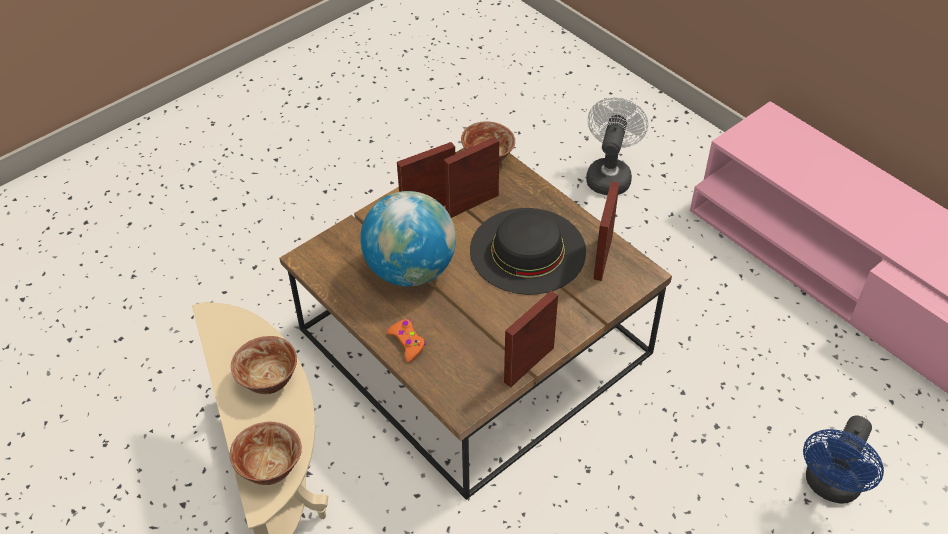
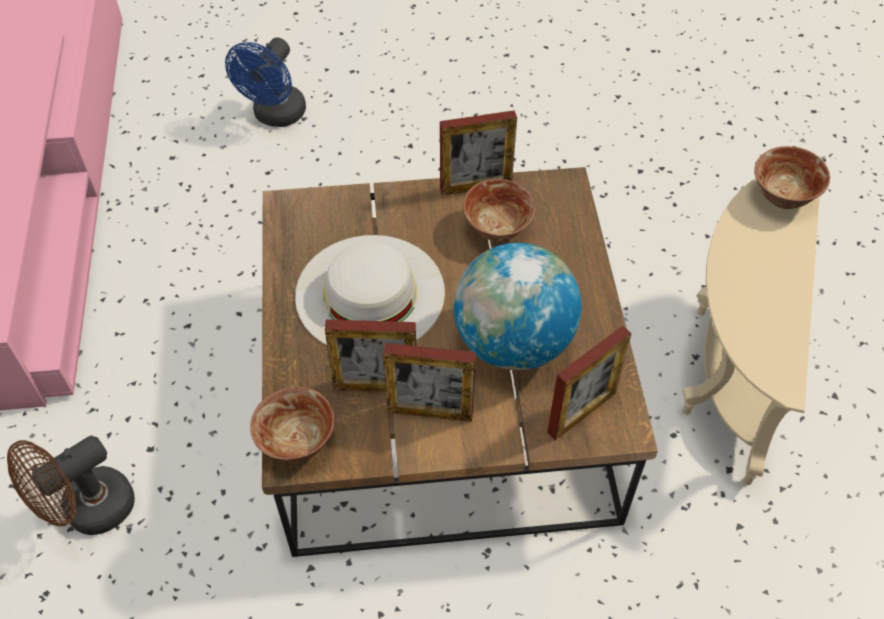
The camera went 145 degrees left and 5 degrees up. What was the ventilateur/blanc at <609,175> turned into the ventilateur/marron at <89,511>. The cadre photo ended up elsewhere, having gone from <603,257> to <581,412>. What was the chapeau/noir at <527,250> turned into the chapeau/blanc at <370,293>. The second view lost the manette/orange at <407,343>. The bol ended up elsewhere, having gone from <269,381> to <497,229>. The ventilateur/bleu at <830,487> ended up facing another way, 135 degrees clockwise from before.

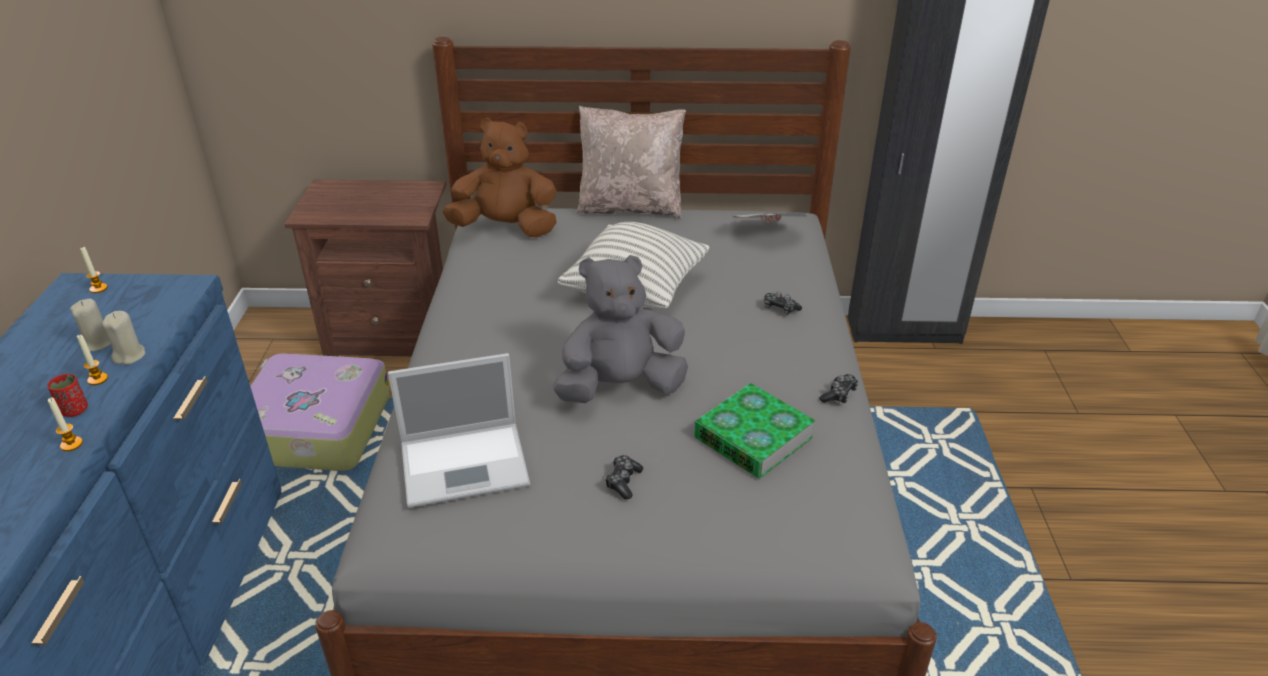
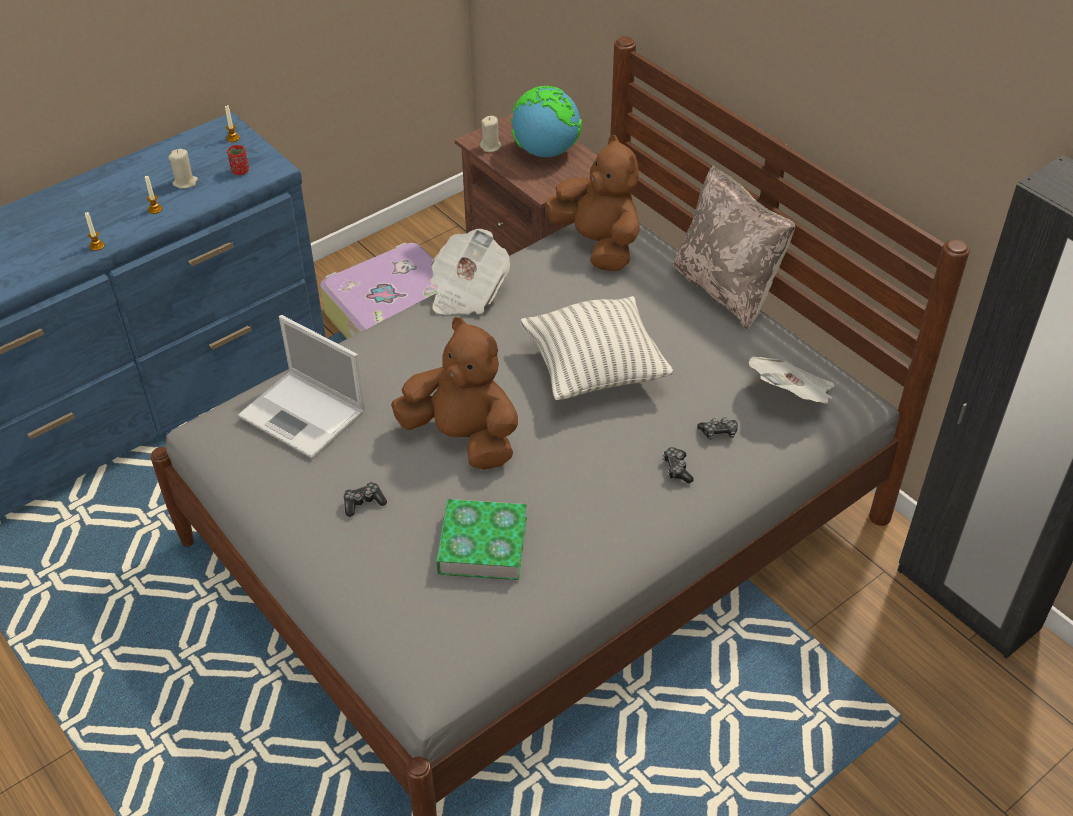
The camera went 50 degrees right and 10 degrees up. What was the peluche/gris at <620,387> turned into the peluche/marron at <463,438>. The bougie/beige ended up elsewhere, having gone from <130,356> to <491,146>. The tasse/rouge ended up elsewhere, having gone from <74,410> to <240,171>. The manette ended up elsewhere, having gone from <839,394> to <718,432>. The second view gained the globe at <545,152>. The second view gained the journal at <467,292>.

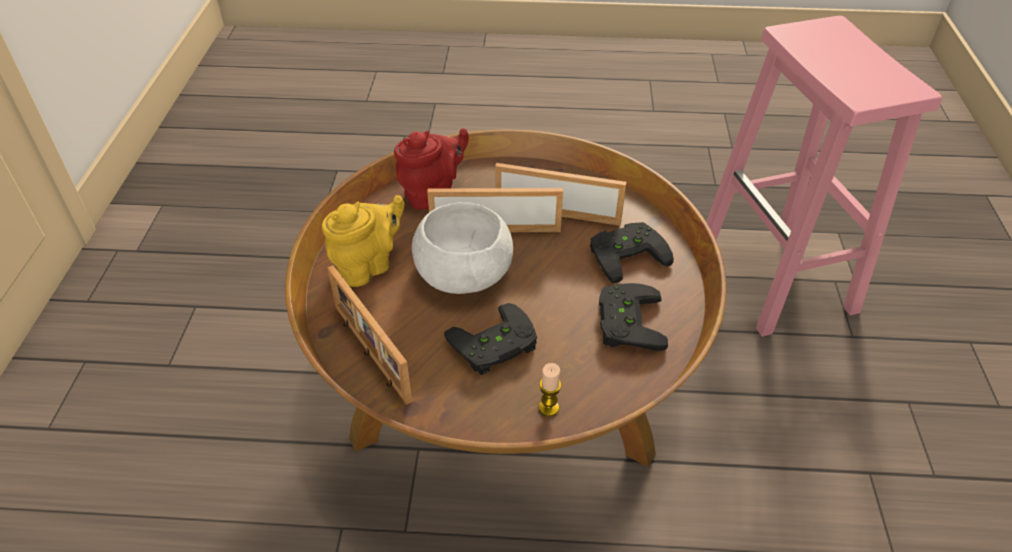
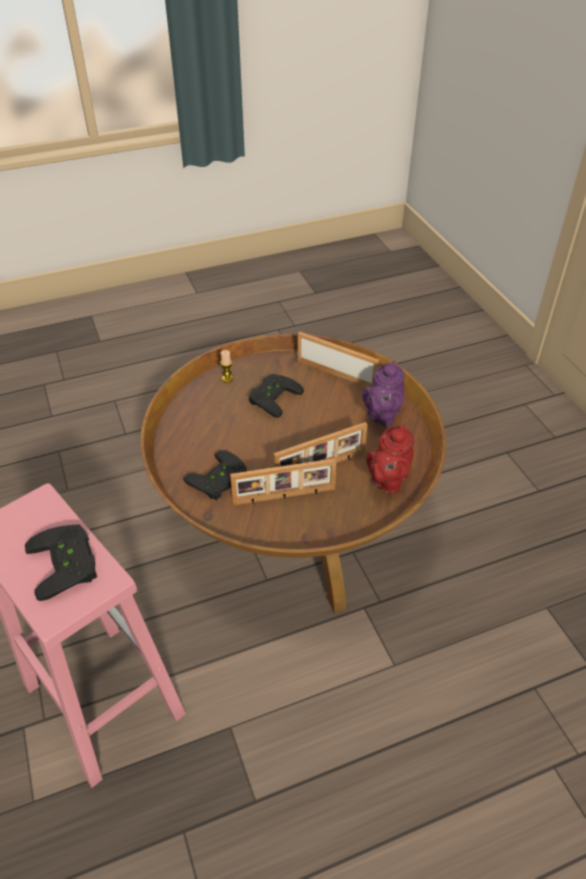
The camera went 155 degrees right and 0 degrees up. What was the théière/jaune at <368,266> turned into the théière/violet at <381,415>. The second view lost the bol/blanc at <465,273>. The manette/noir ended up elsewhere, having gone from <625,321> to <68,563>.

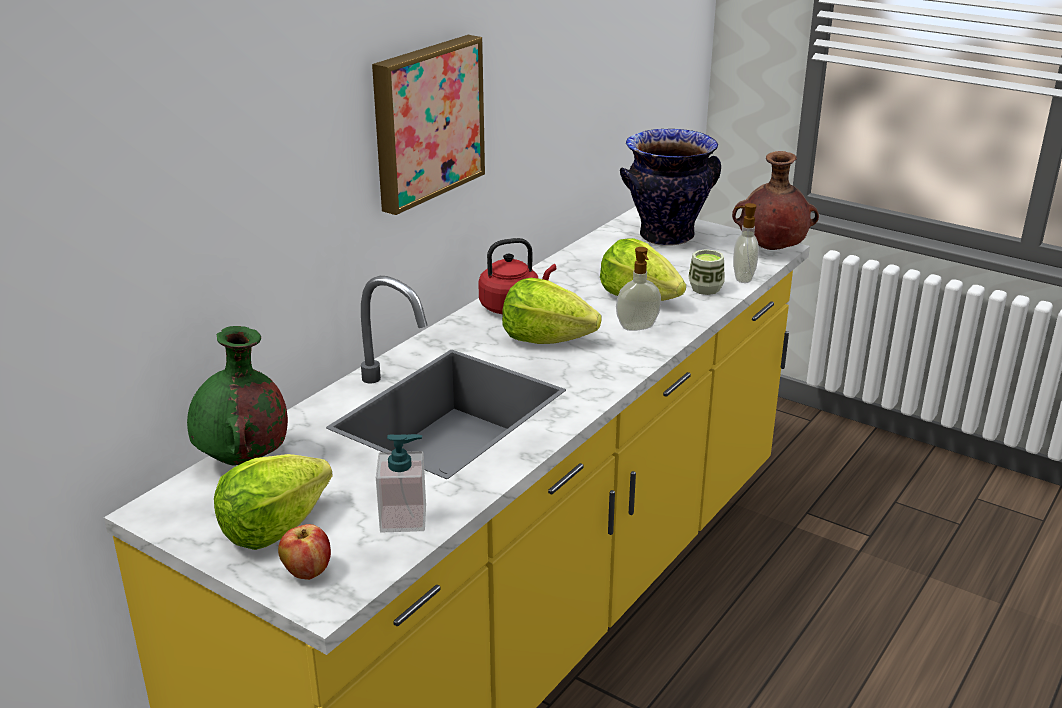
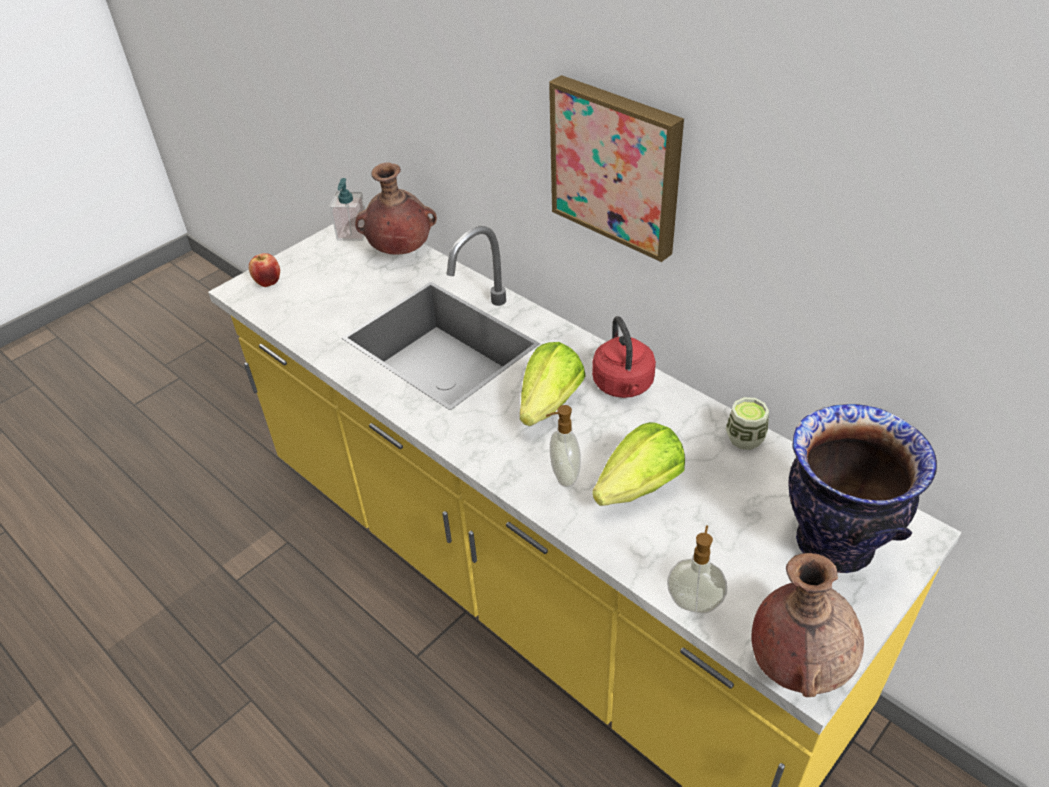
The camera went 100 degrees right and 15 degrees up. The tasse ended up elsewhere, having gone from <705,289> to <744,438>. What was the vase/vert at <244,460> turned into the vase/marron at <399,251>. The distributeur de savon ended up elsewhere, having gone from <403,518> to <352,233>. The second view lost the laitue at <274,527>.

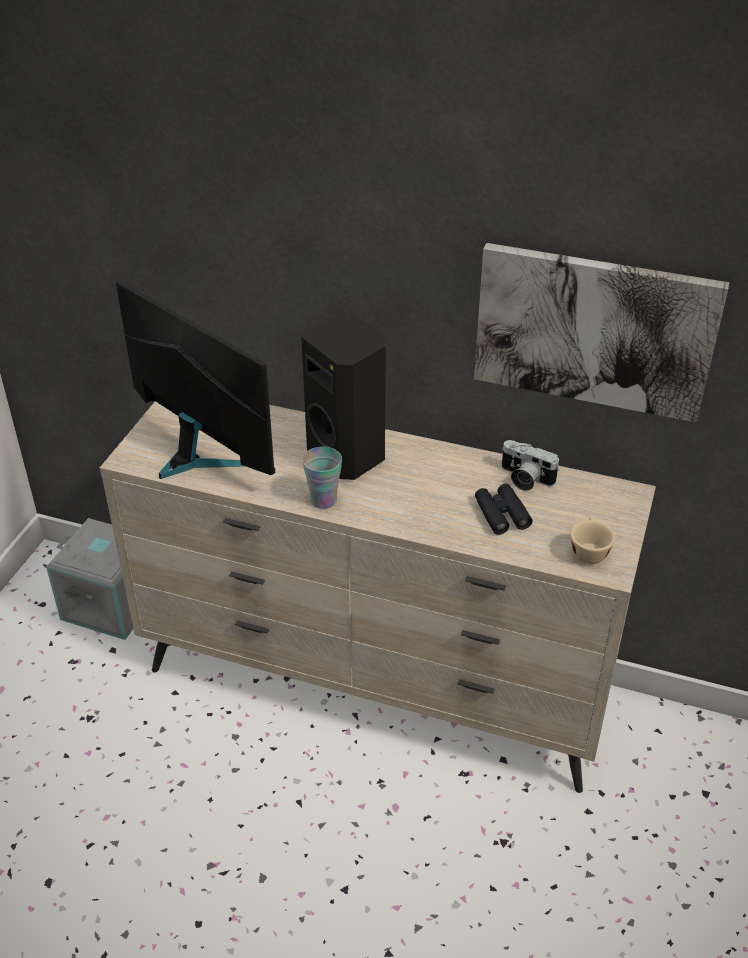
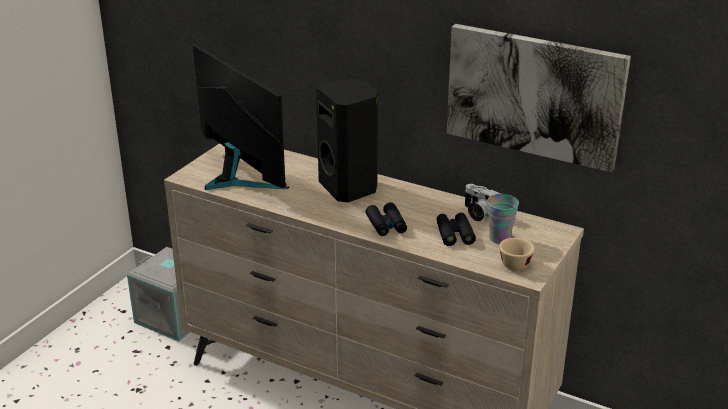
The camera went 10 degrees right and 10 degrees down. The tasse ended up elsewhere, having gone from <323,500> to <500,238>. The second view gained the jumelles/noir at <386,225>.

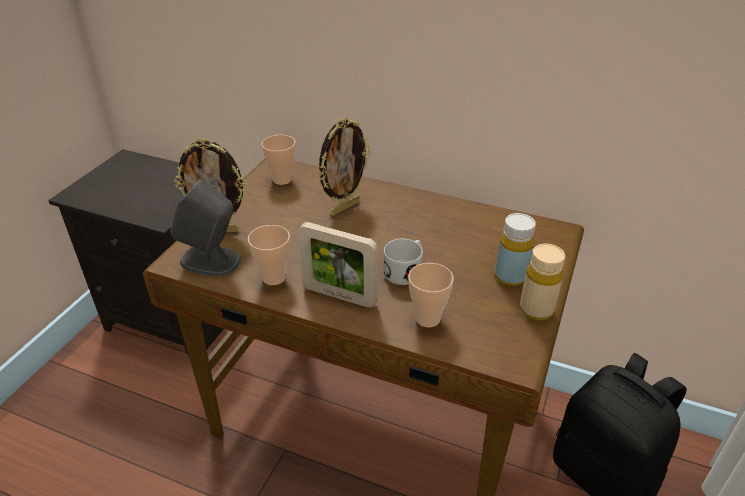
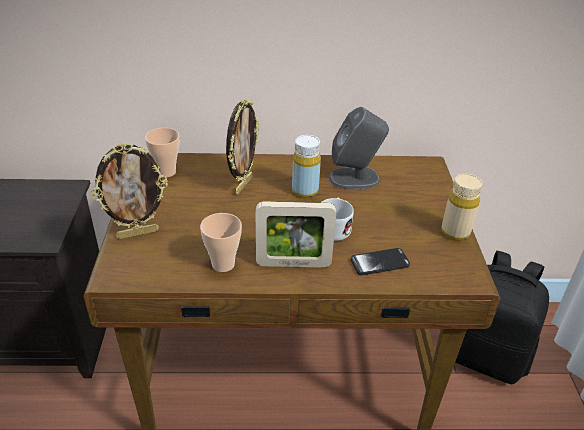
The camera went 25 degrees left and 0 degrees up. The enceinte/gris ended up elsewhere, having gone from <211,261> to <355,178>. The bouteille/jaune ended up elsewhere, having gone from <510,277> to <305,190>. Where the tasse stood at <427,318>, the téléphone came to stand at <379,263>.

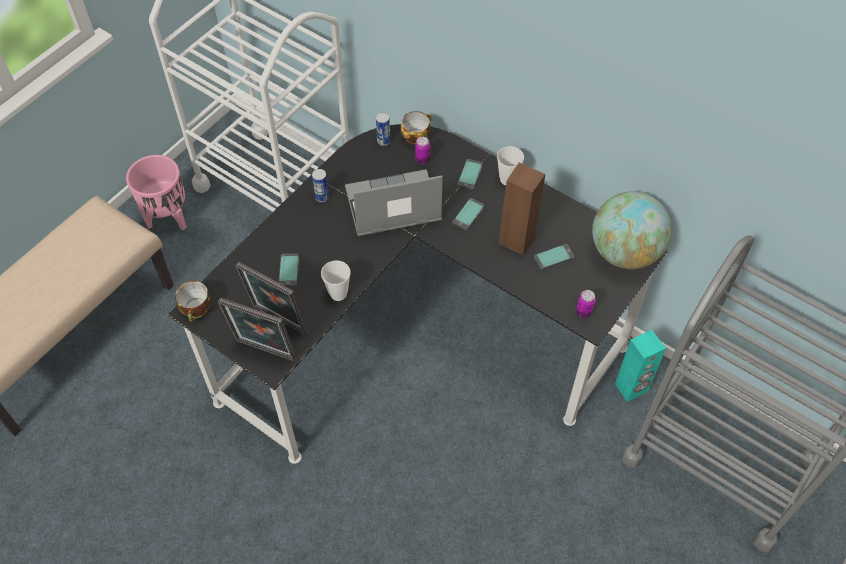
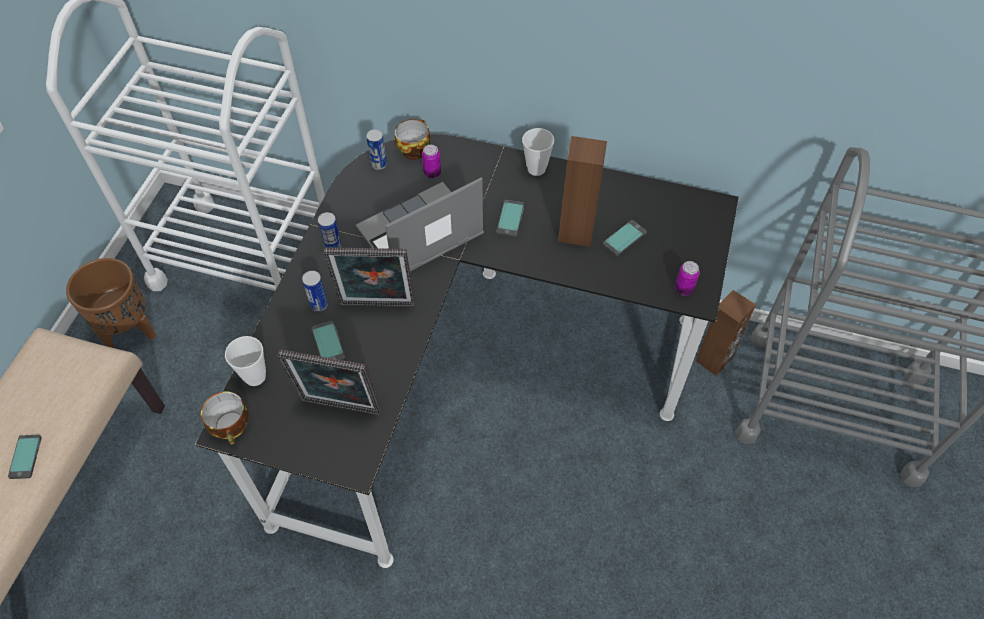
The camera went 20 degrees left and 0 degrees up. What was the cache-pot/rose at <168,219> turned into the cache-pot/marron at <130,331>. The téléphone ended up elsewhere, having gone from <470,175> to <26,457>. The second view lost the globe at <625,252>. The tasse ended up elsewhere, having gone from <338,294> to <255,376>. The cadre photo ended up elsewhere, having gone from <264,352> to <377,307>. What was the enceinte/turquoise at <631,388> turned into the enceinte/marron at <714,360>. The second view gained the boîte métallique at <319,304>.

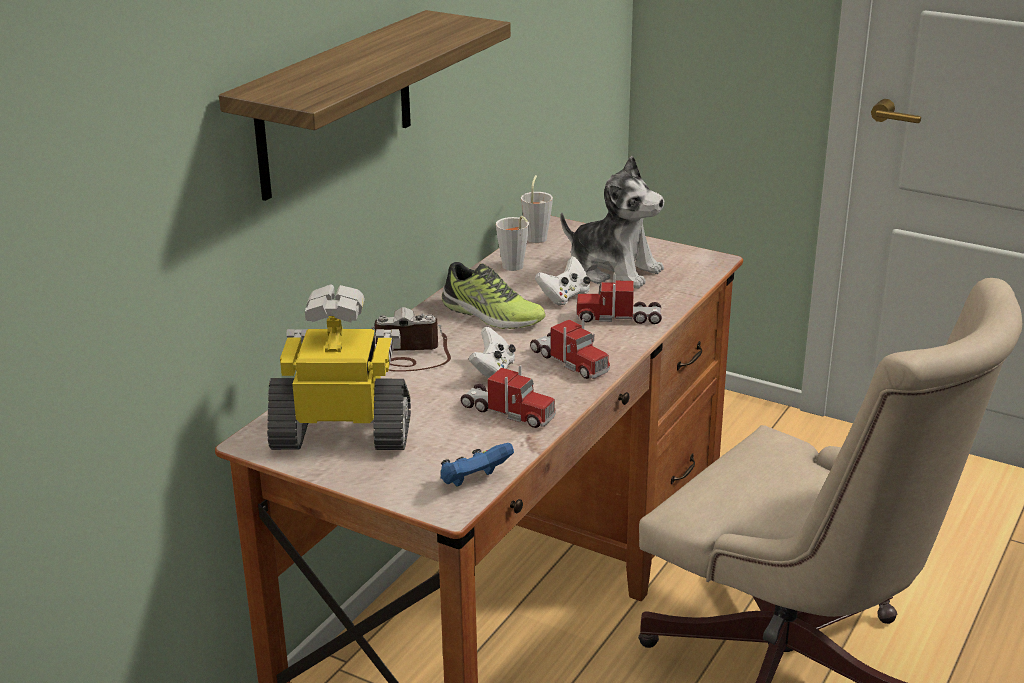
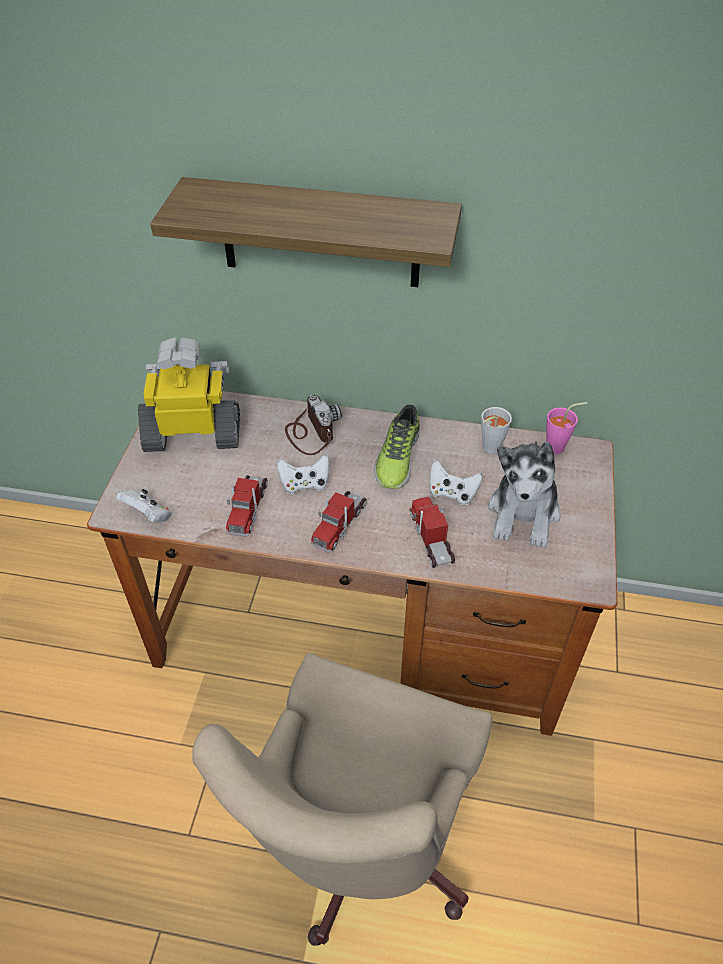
The camera went 70 degrees right and 20 degrees up. What was the tasse/gris at <537,237> turned into the tasse/rose at <559,447>. The robot jouet at <343,433> ended up facing another way, 75 degrees counterclockwise from before. What was the manette/bleu at <474,481> turned into the manette/blanc at <149,516>.

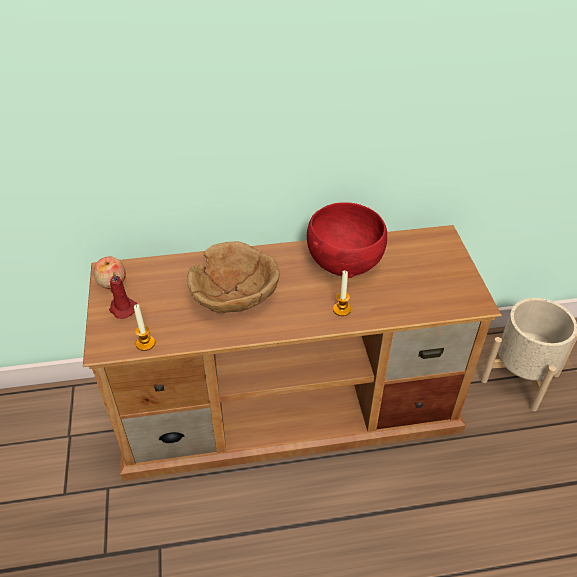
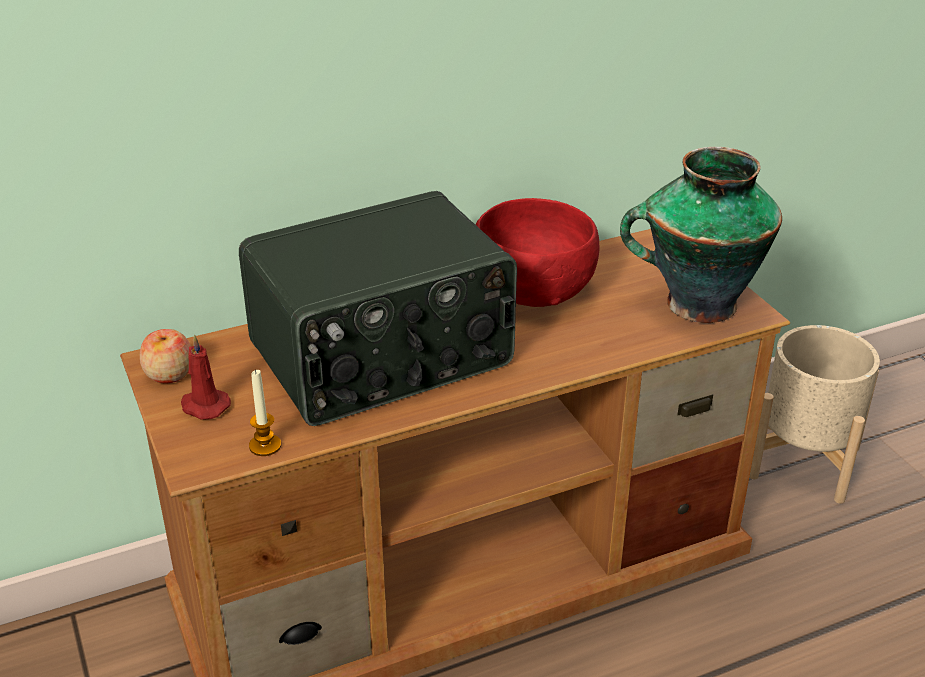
The camera went 15 degrees left and 10 degrees down. Where the bol/marron stood at <235,293>, the radio came to stand at <383,357>. The second view lost the bougie at <341,309>. The second view gained the vase at <697,304>.

